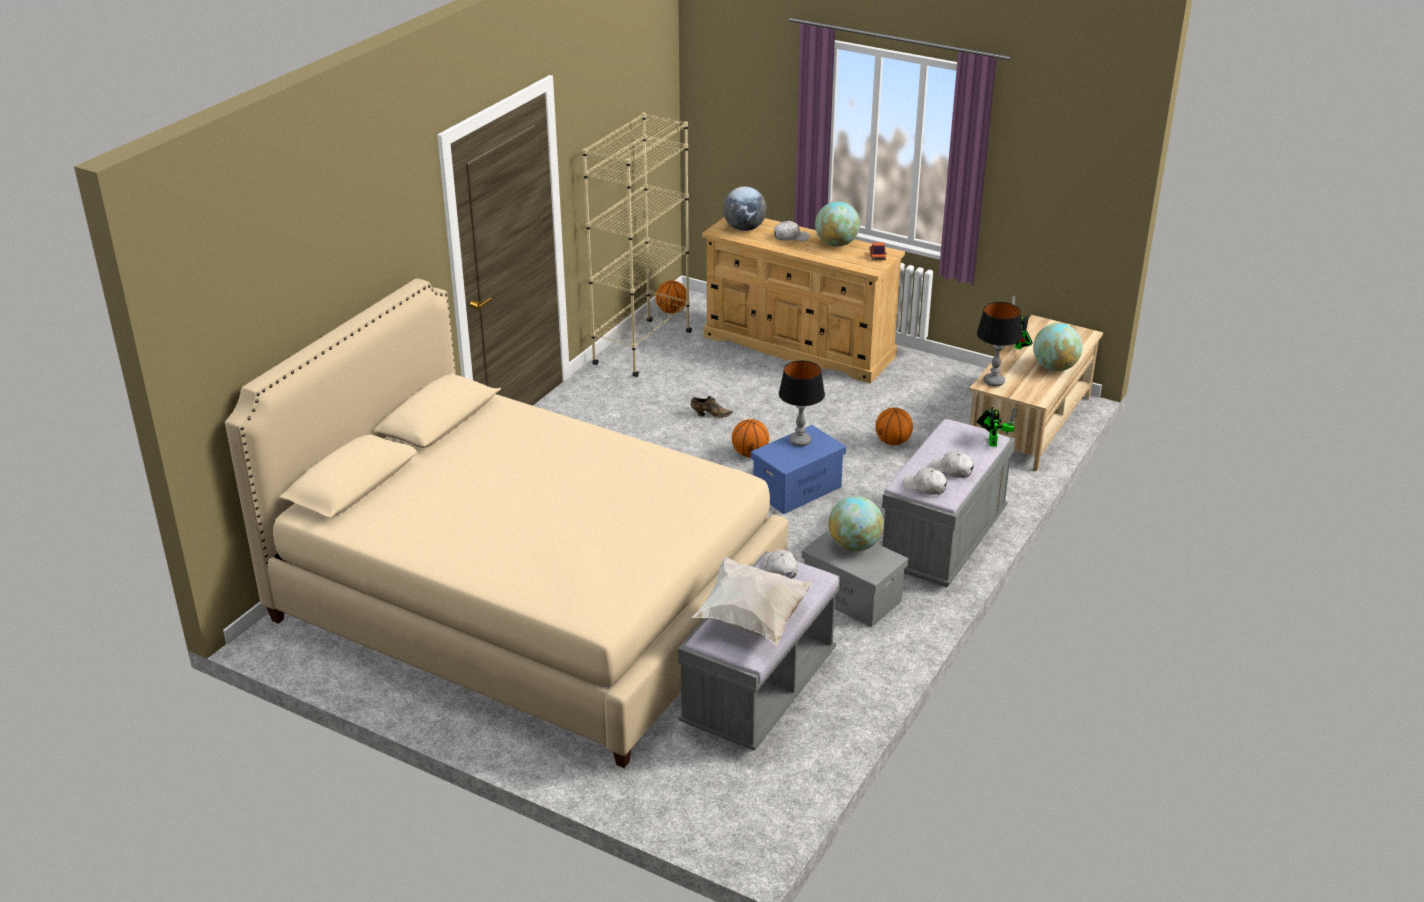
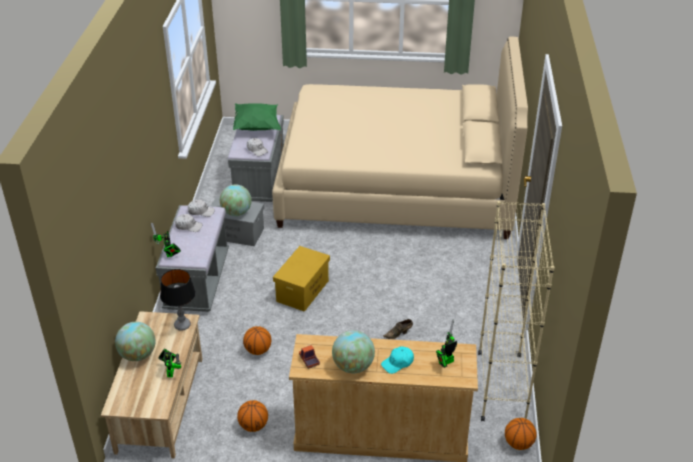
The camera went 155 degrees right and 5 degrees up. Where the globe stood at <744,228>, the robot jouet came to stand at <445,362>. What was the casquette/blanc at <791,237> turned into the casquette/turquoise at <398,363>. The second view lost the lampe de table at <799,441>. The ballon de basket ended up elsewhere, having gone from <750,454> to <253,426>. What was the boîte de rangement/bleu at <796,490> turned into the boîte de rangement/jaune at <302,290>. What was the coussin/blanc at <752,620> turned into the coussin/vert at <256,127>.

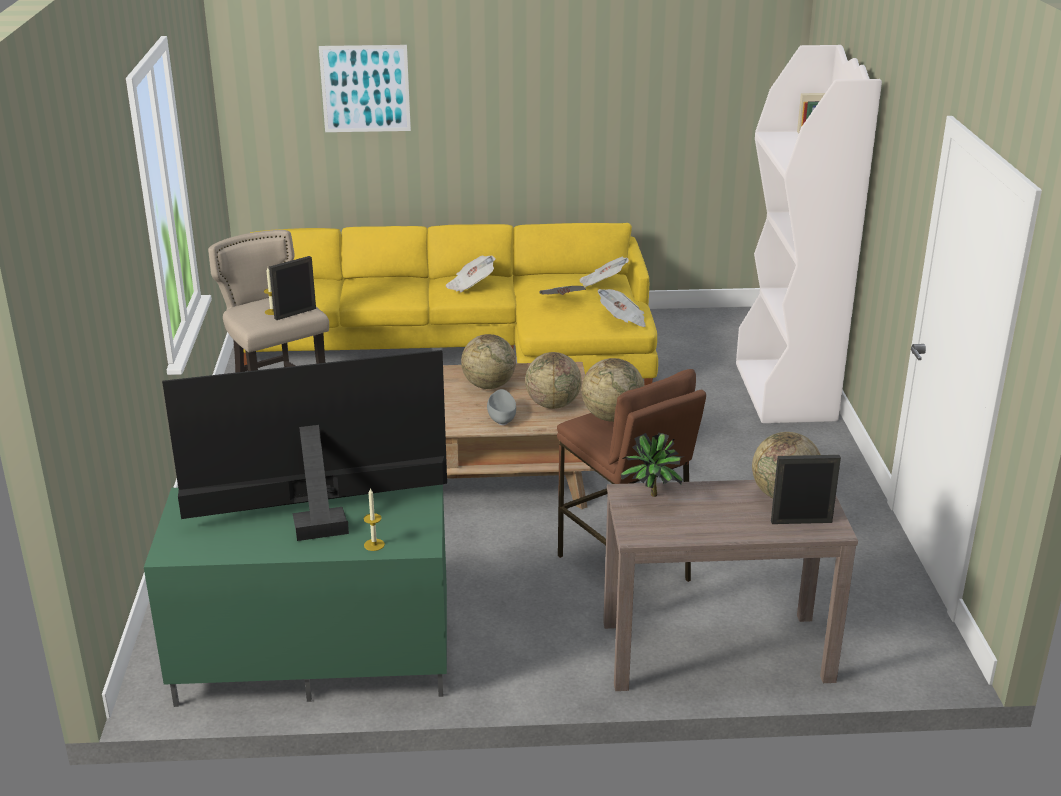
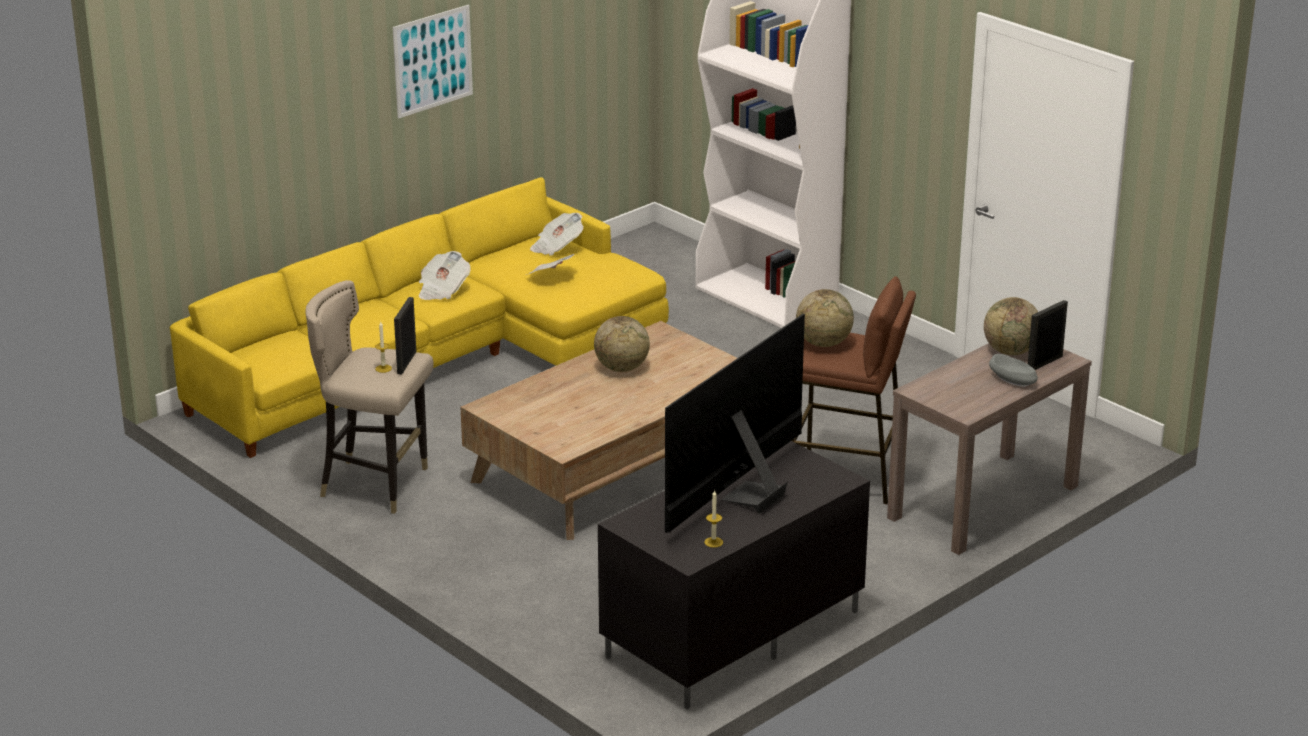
The camera went 40 degrees left and 0 degrees up. The tableau ended up elsewhere, having gone from <365,88> to <433,61>. The second view lost the journal at <622,320>. The second view lost the globe at <553,404>. The bol/gris ended up elsewhere, having gone from <501,416> to <1012,380>. The second view lost the plante en pot at <651,497>. What was the meuble télé/vert at <312,661> turned into the meuble télé/noir at <733,636>. The bougie ended up elsewhere, having gone from <374,545> to <713,542>.

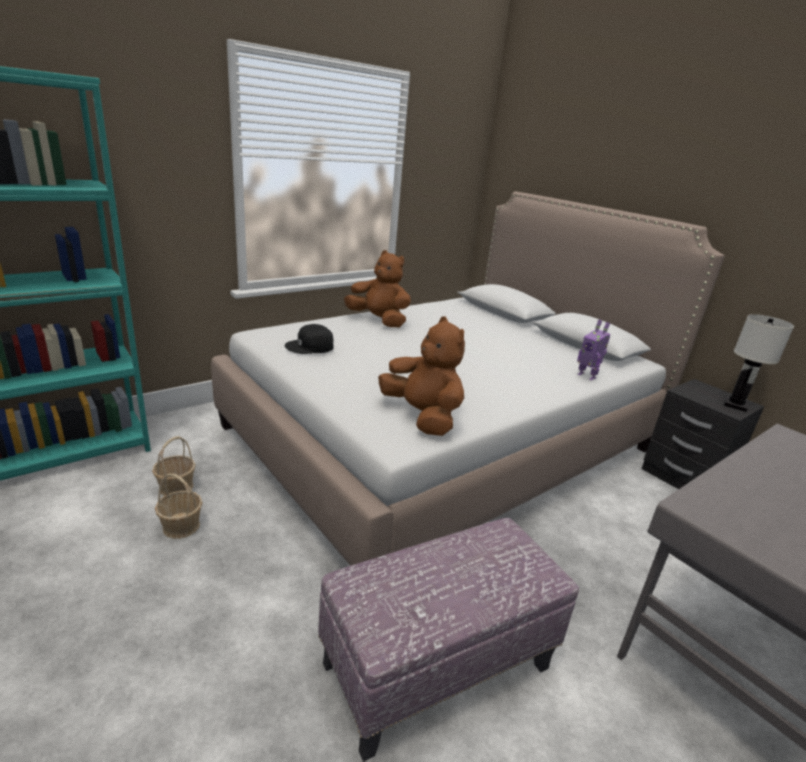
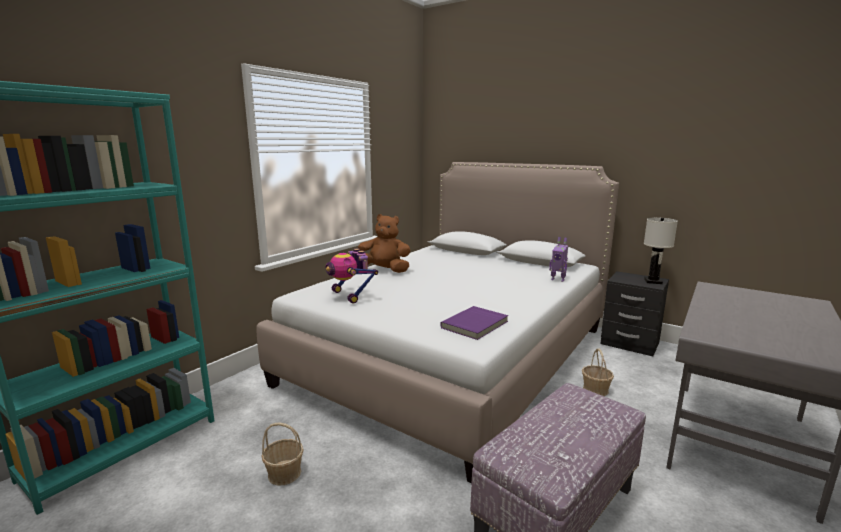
The camera went 15 degrees left and 10 degrees down. Where the peluche/marron stood at <422,416>, the livre/violet came to stand at <475,325>. Where the casquette/noir stood at <310,347>, the robot jouet came to stand at <350,296>. The panier ended up elsewhere, having gone from <176,487> to <595,390>.

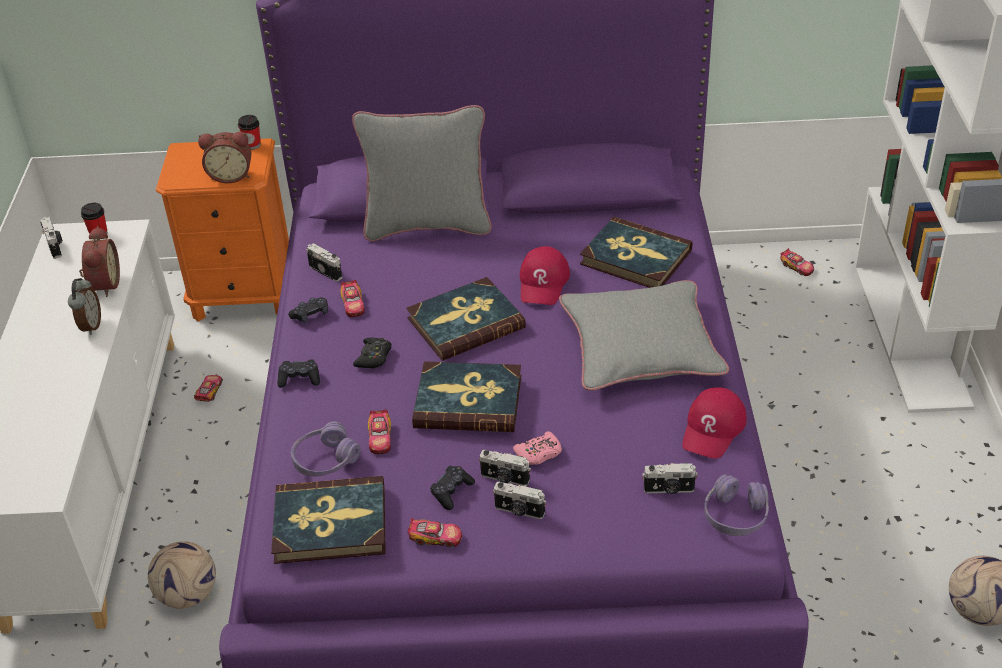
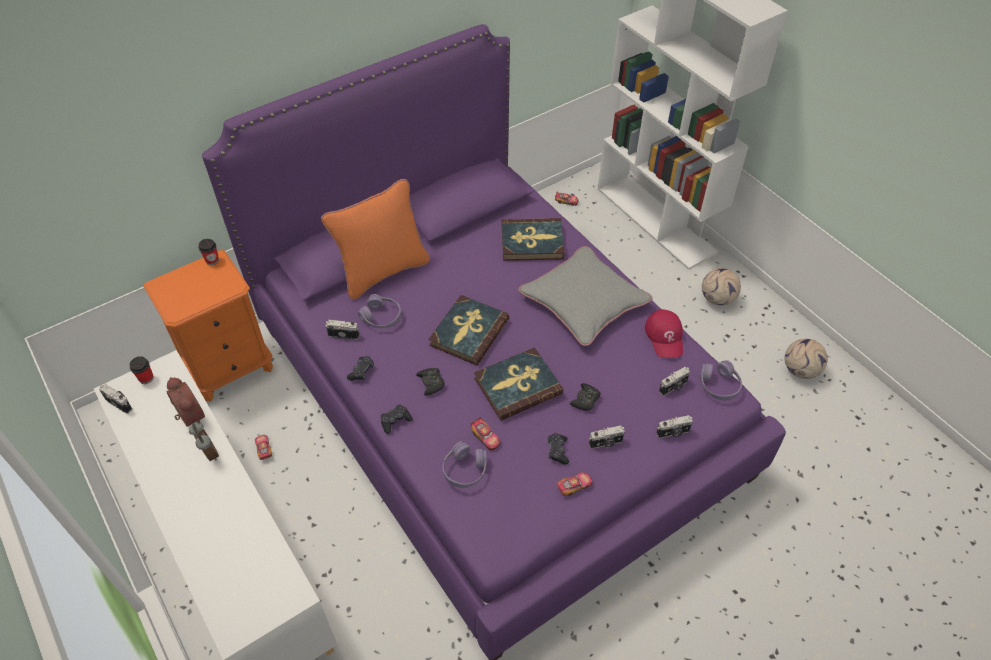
The camera went 35 degrees left and 10 degrees up. What was the coussin/gris at <427,225> turned into the coussin/orange at <383,271>. The second view lost the réveil at <231,175>. The second view lost the casquette/rouge at <543,282>. The second view lost the petite voiture at <353,304>. What was the manette/rose at <539,453> turned into the manette/noir at <585,400>. The appareil photo ended up elsewhere, having gone from <504,479> to <673,433>. The second view lost the livre at <330,524>. The ballon de foot ended up elsewhere, having gone from <189,595> to <718,299>. The second view gained the casque audio/violet at <381,317>.

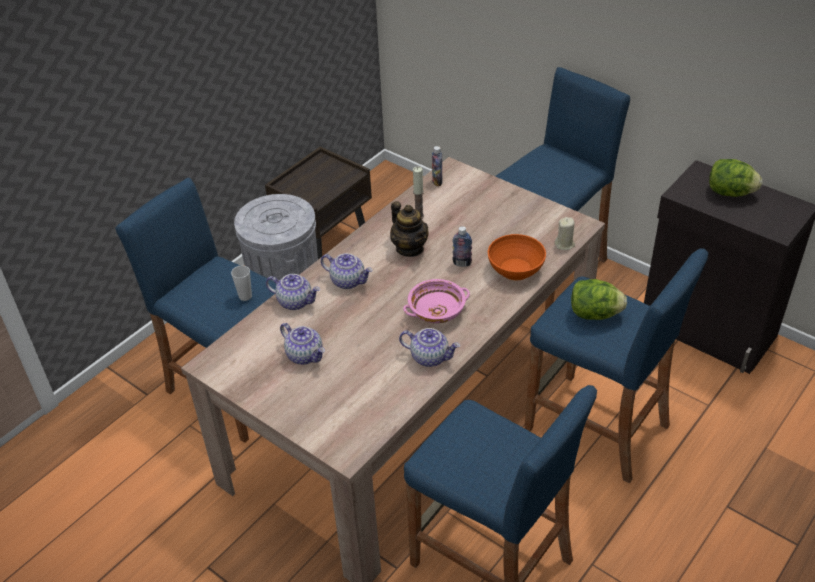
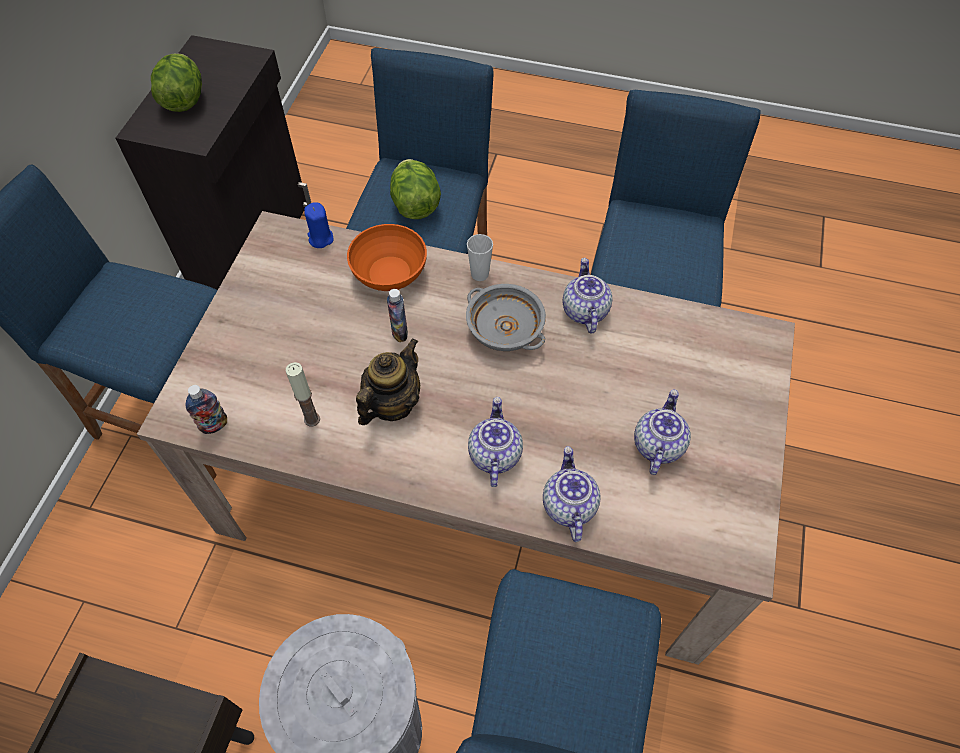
The camera went 115 degrees left and 15 degrees up. What was the bougie/beige at <564,244> turned into the bougie/bleu at <320,238>. The tasse ended up elsewhere, having gone from <245,296> to <479,274>. What was the bol/rose at <437,311> turned into the bol/gris at <504,329>.

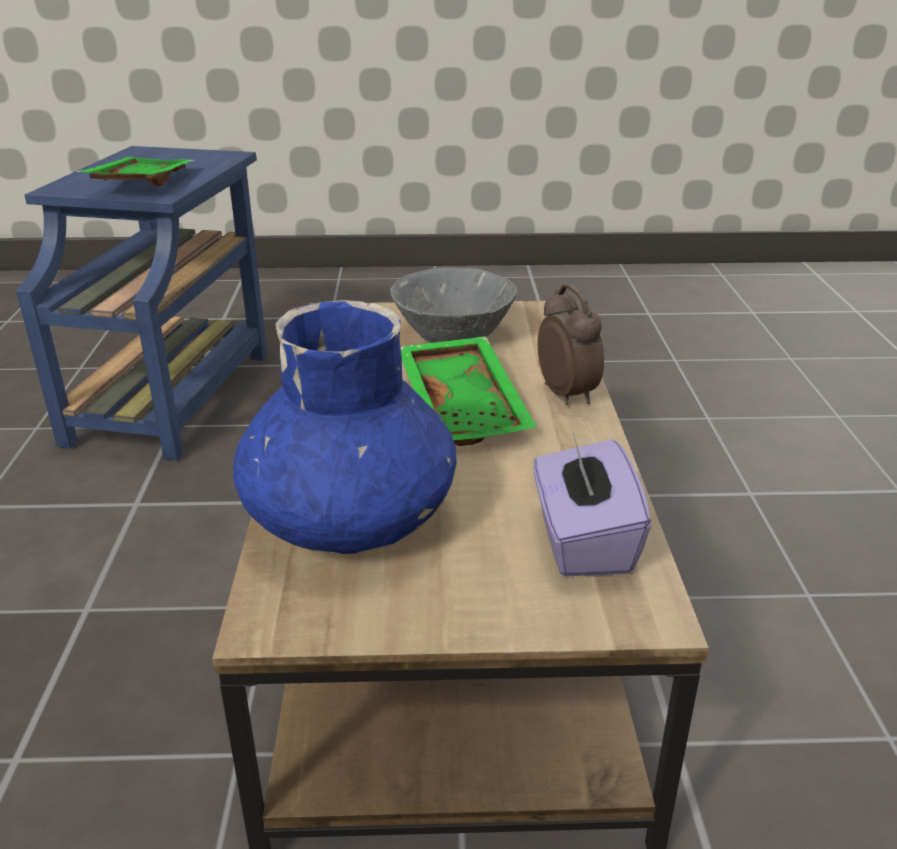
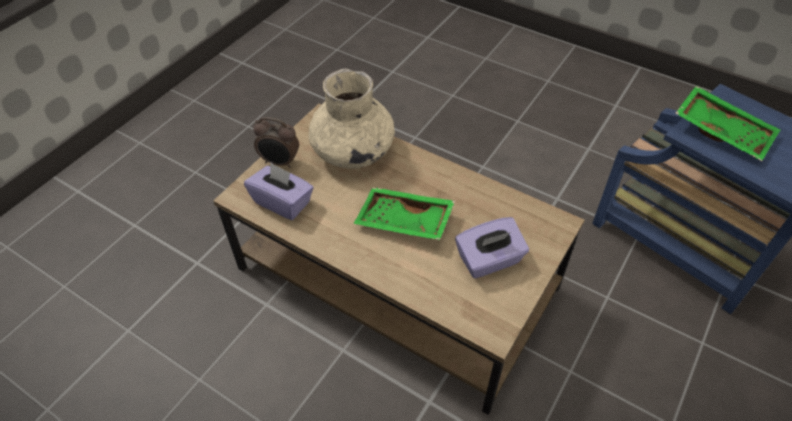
The camera went 125 degrees right and 20 degrees up. Where the bol/gris stood at <452,335>, the boîte à mouchoirs/violet came to stand at <489,260>. The réveil ended up elsewhere, having gone from <568,394> to <280,162>. What was the vase/bleu at <350,521> turned into the vase/beige at <352,151>.

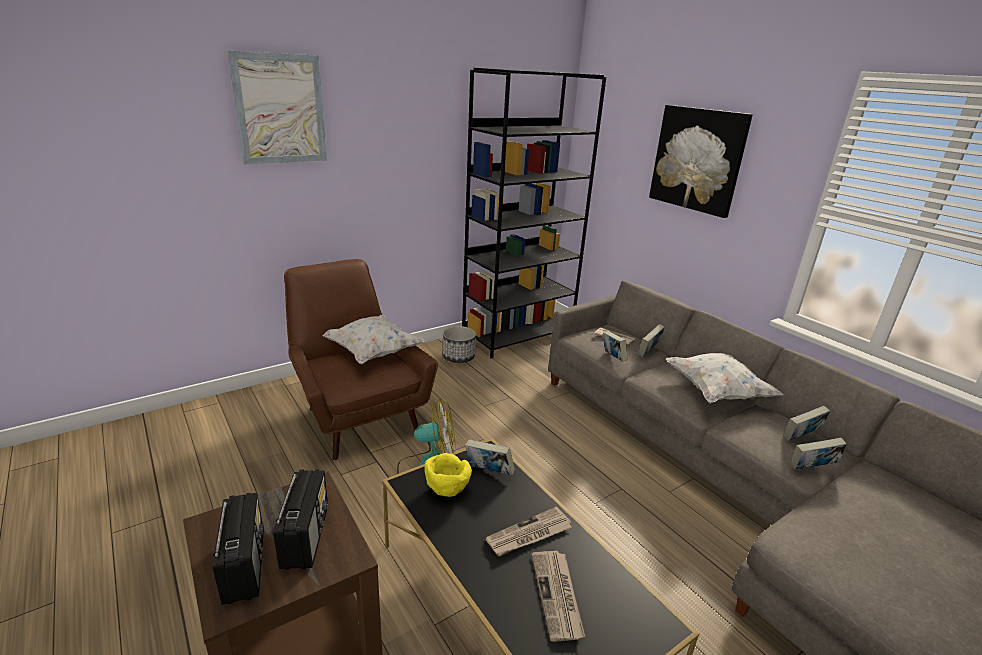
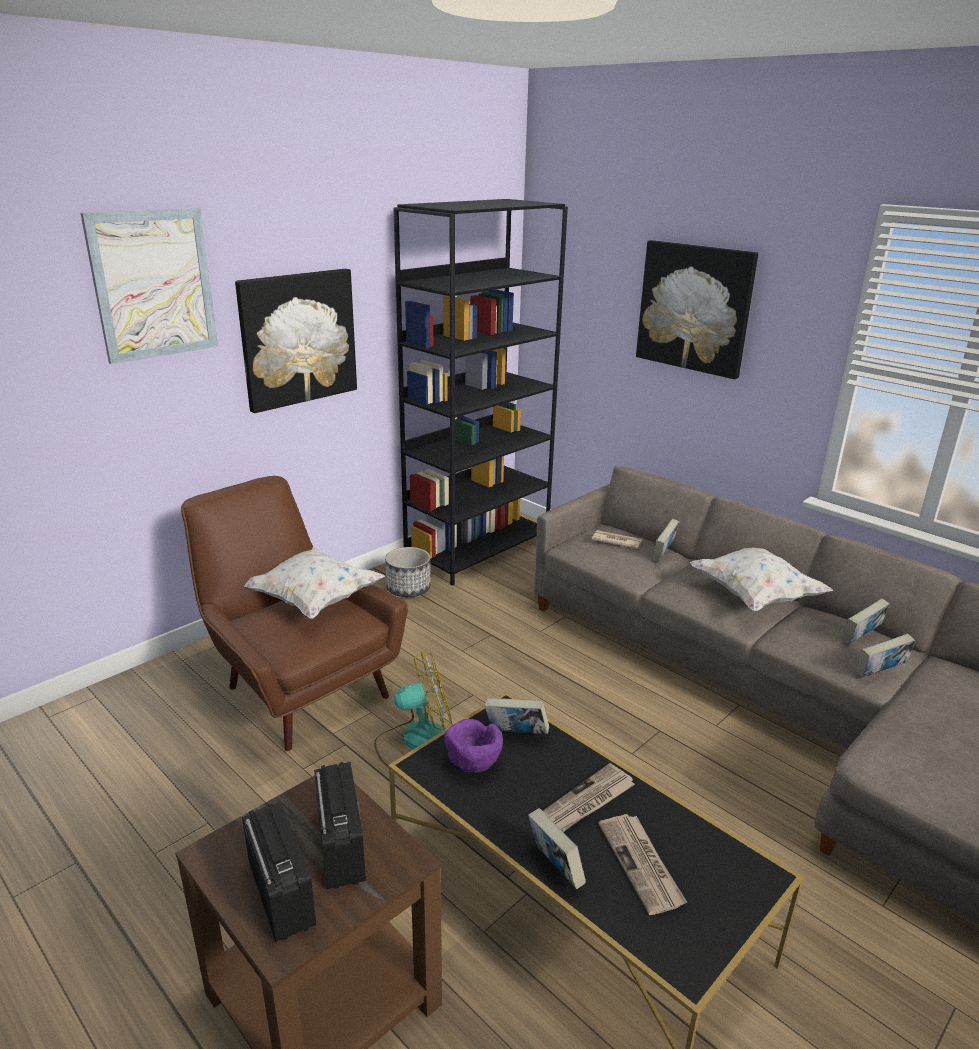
The camera went 10 degrees left and 0 degrees up. The livre ended up elsewhere, having gone from <612,358> to <554,868>. What was the bol/jaune at <446,490> turned into the bol/violet at <473,765>. The second view gained the tableau at <298,338>.

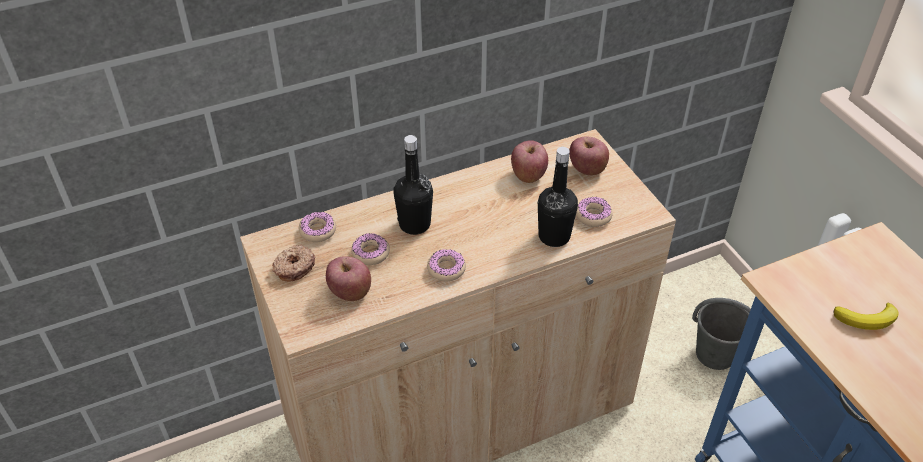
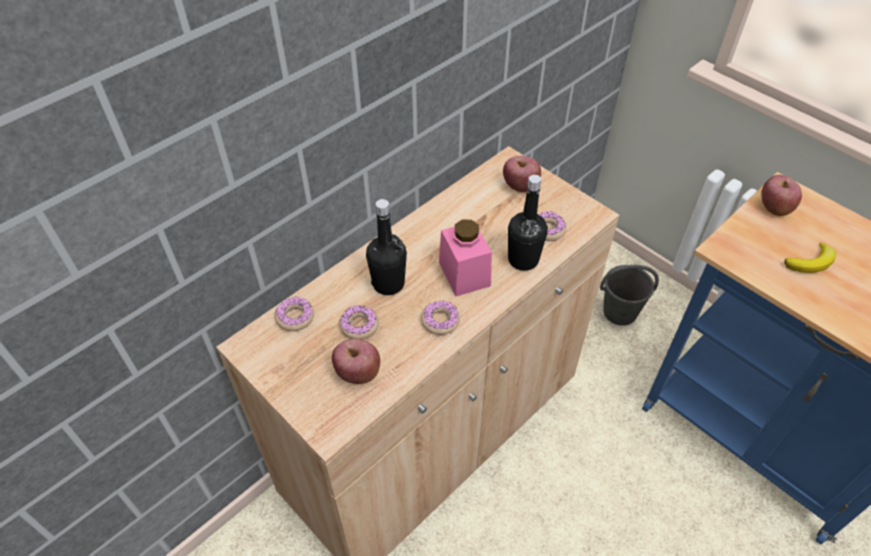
The camera went 20 degrees left and 5 degrees up. The pomme ended up elsewhere, having gone from <528,175> to <774,208>. The second view lost the beignet at <294,267>. The second view gained the bocal/rose at <464,274>.

